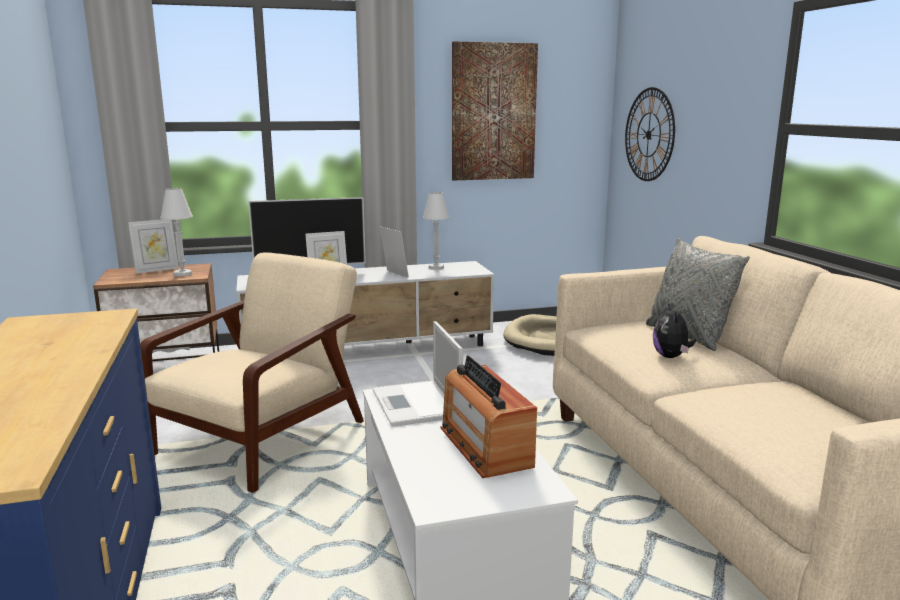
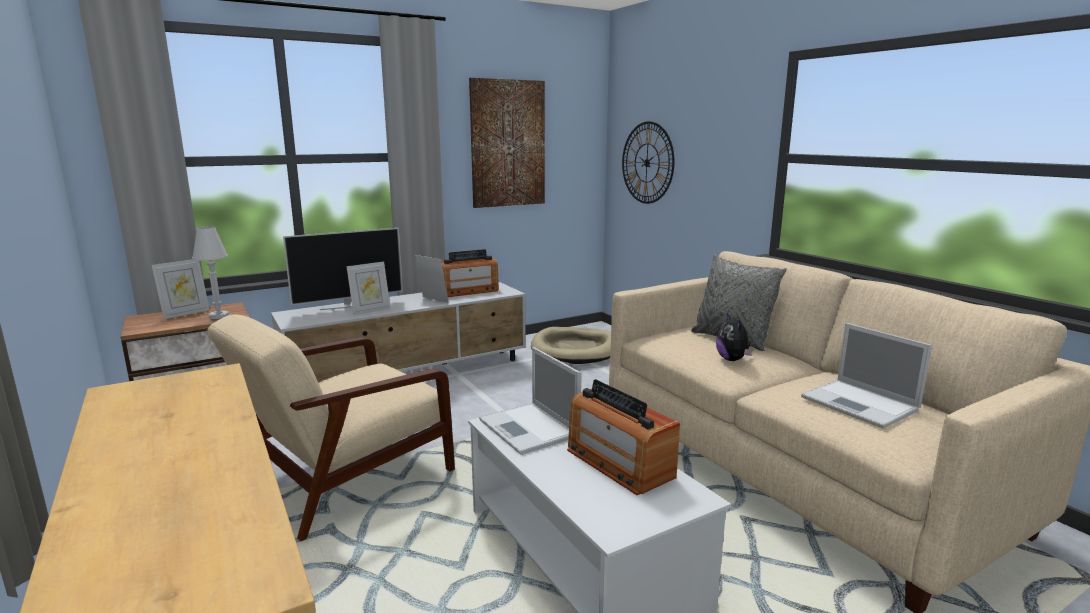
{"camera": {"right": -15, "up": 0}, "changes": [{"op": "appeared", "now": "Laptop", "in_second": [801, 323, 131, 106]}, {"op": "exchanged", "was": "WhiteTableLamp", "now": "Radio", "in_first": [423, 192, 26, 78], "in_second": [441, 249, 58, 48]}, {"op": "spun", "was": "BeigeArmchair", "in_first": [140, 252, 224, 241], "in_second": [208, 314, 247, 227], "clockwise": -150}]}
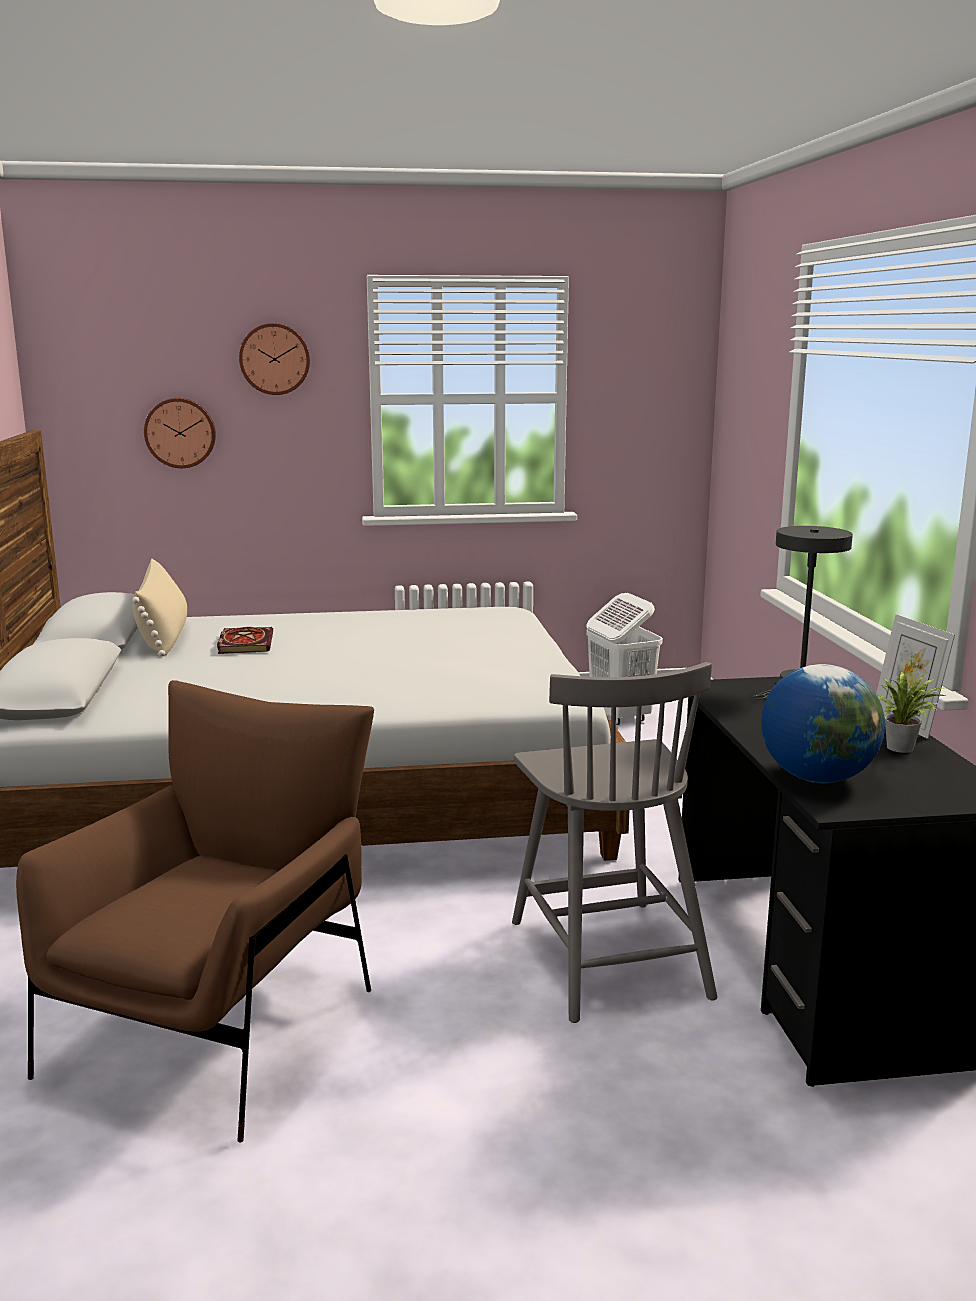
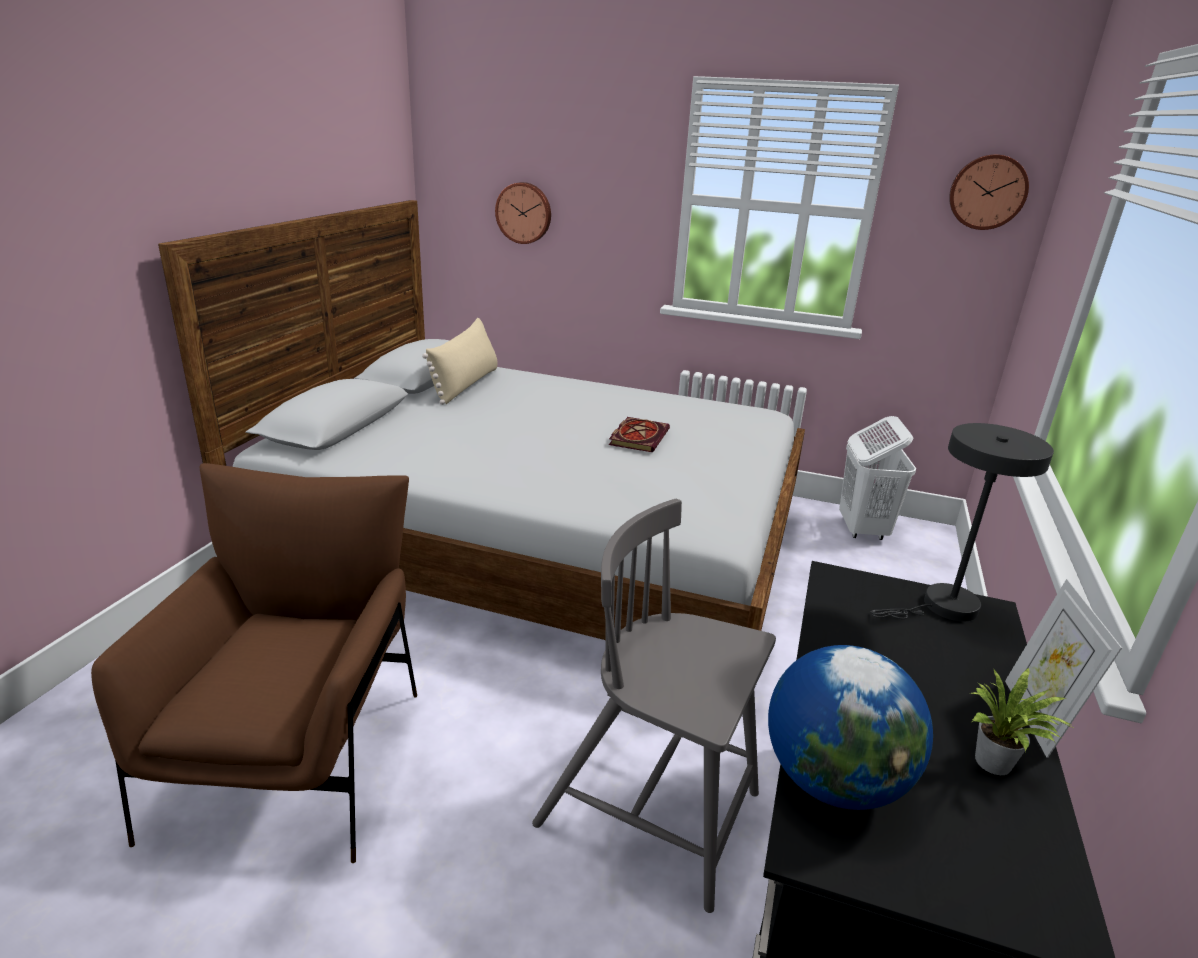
{"camera": {"right": 25, "up": 10}, "changes": [{"op": "relocated", "was": "Book", "in_first": [217, 627, 56, 27], "in_second": [609, 417, 61, 35]}, {"op": "relocated", "was": "WallClock", "in_first": [239, 323, 71, 72], "in_second": [949, 154, 80, 76]}, {"op": "spun", "was": "BrownArmchair", "in_first": [16, 680, 358, 463], "in_second": [91, 463, 326, 400], "clockwise": -45}, {"op": "spun", "was": "GreyChair", "in_first": [512, 662, 205, 361], "in_second": [532, 499, 244, 414], "clockwise": 105}]}
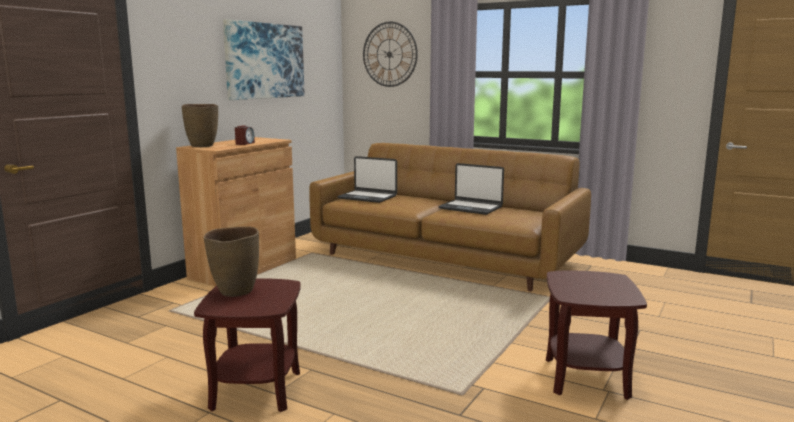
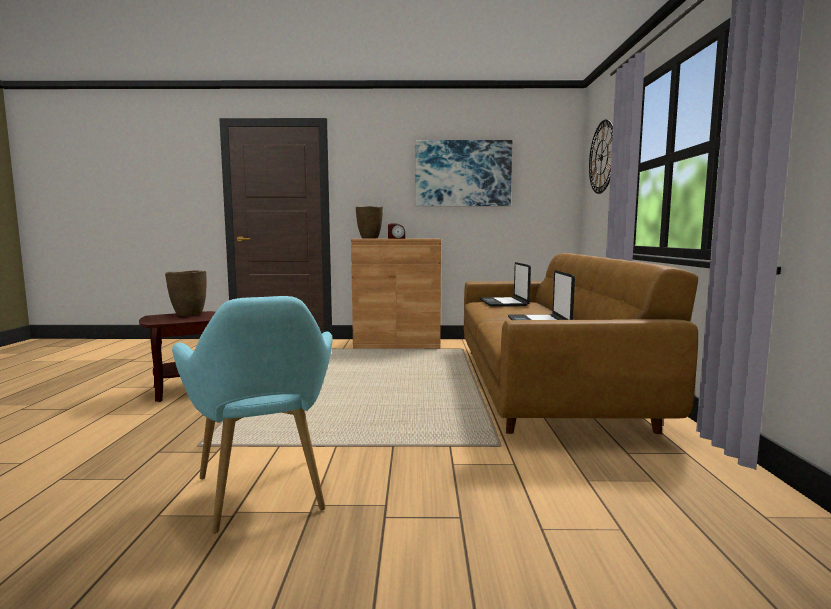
{"camera": {"right": 60, "up": -5}, "changes": [{"op": "exchanged", "was": "BrownSideTable", "now": "TurquoiseArmchair", "in_first": [546, 271, 101, 129], "in_second": [172, 296, 161, 237]}]}
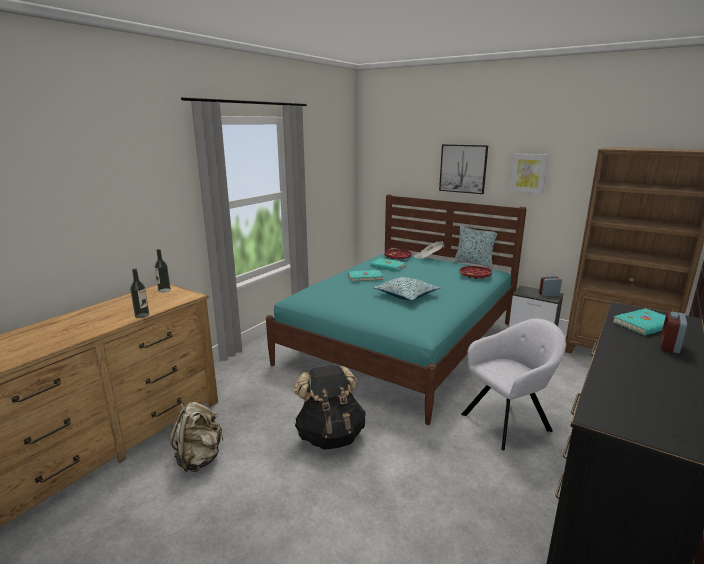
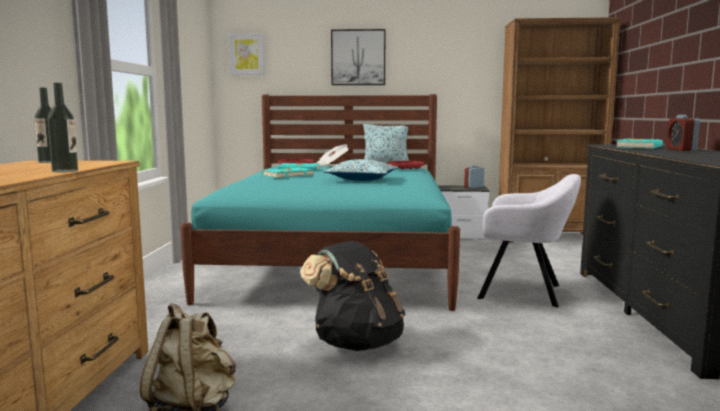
{"camera": {"right": -30, "up": -10}, "changes": [{"op": "relocated", "was": "Picture", "in_first": [509, 154, 39, 40], "in_second": [229, 34, 36, 41]}, {"op": "spun", "was": "GreyArmchair", "in_first": [461, 319, 105, 131], "in_second": [477, 174, 104, 133], "clockwise": 75}]}
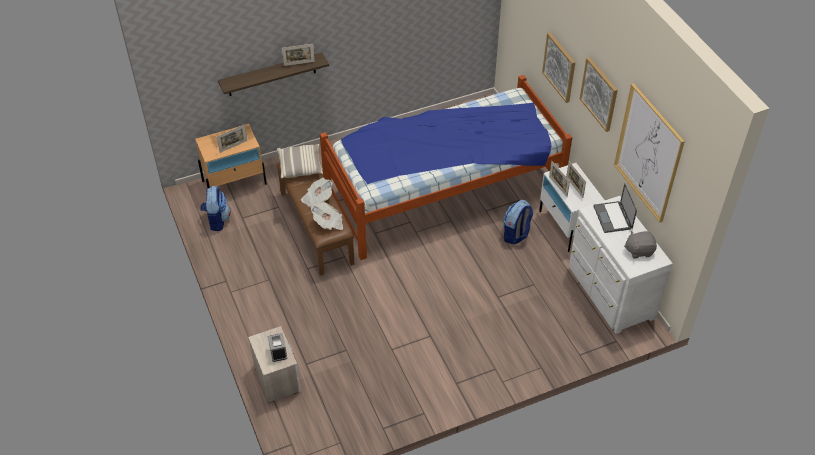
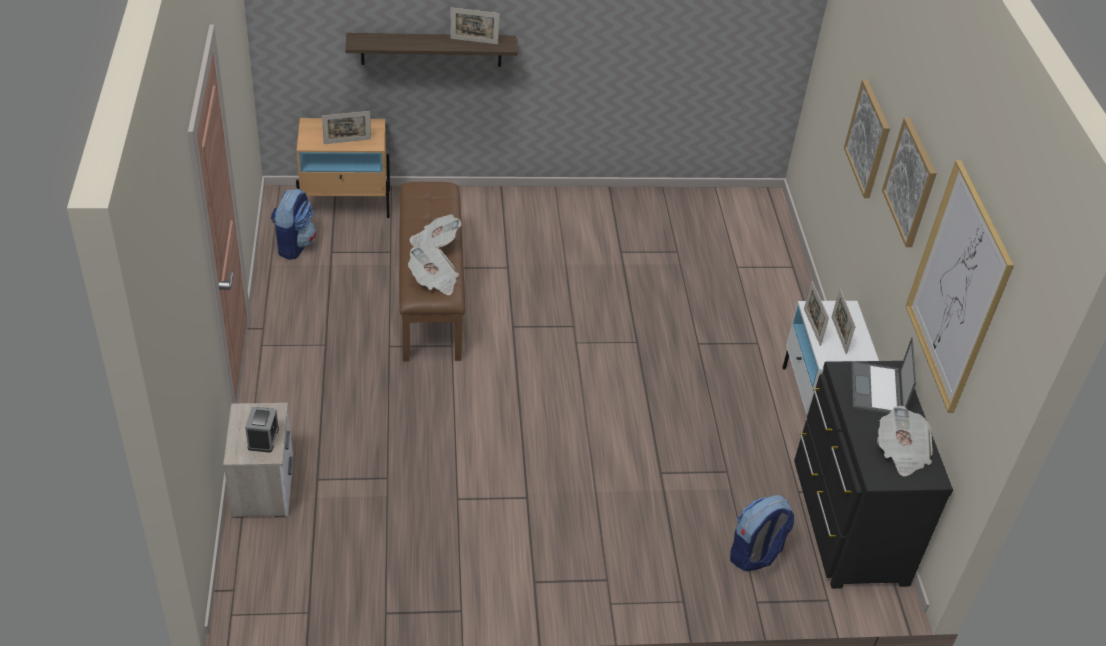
{"camera": {"right": 15, "up": -5}, "changes": [{"op": "missing", "was": "Pillow", "in_first": [277, 144, 46, 35]}, {"op": "missing", "was": "Bed", "in_first": [320, 75, 252, 185]}, {"op": "relocated", "was": "Backpack", "in_first": [503, 200, 30, 44], "in_second": [730, 495, 64, 76]}, {"op": "exchanged", "was": "GreyPlushToy", "now": "Newspaper", "in_first": [624, 231, 33, 28], "in_second": [877, 406, 56, 71]}, {"op": "colour", "was": "WhiteDresser", "now": "BlackDresser", "in_first": [569, 196, 104, 138], "in_second": [794, 361, 159, 228]}]}
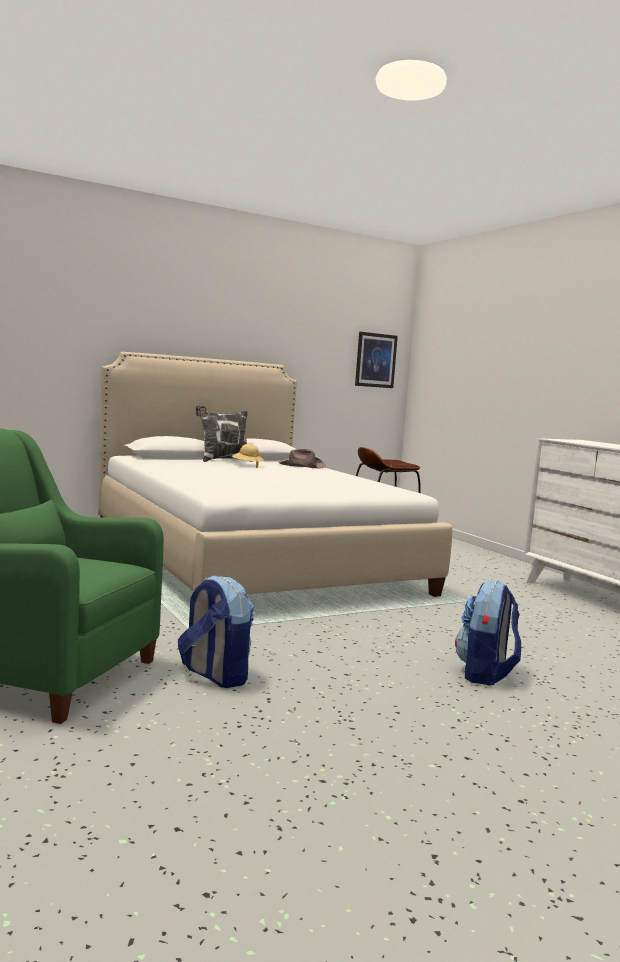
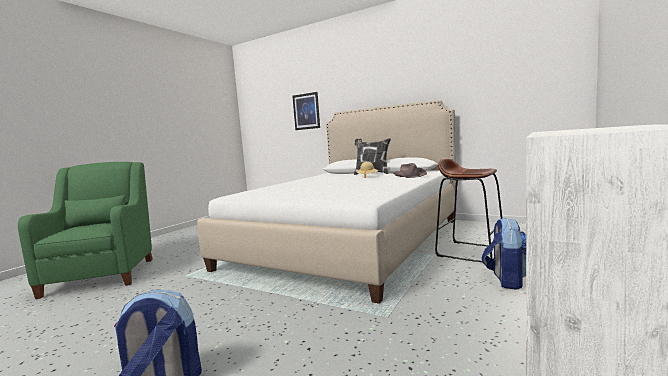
{"camera": {"right": 60, "up": 0}, "changes": [{"op": "relocated", "was": "Backpack", "in_first": [178, 575, 76, 113], "in_second": [481, 217, 45, 73]}, {"op": "relocated", "was": "Picture", "in_first": [355, 332, 43, 56], "in_second": [293, 92, 27, 38]}]}
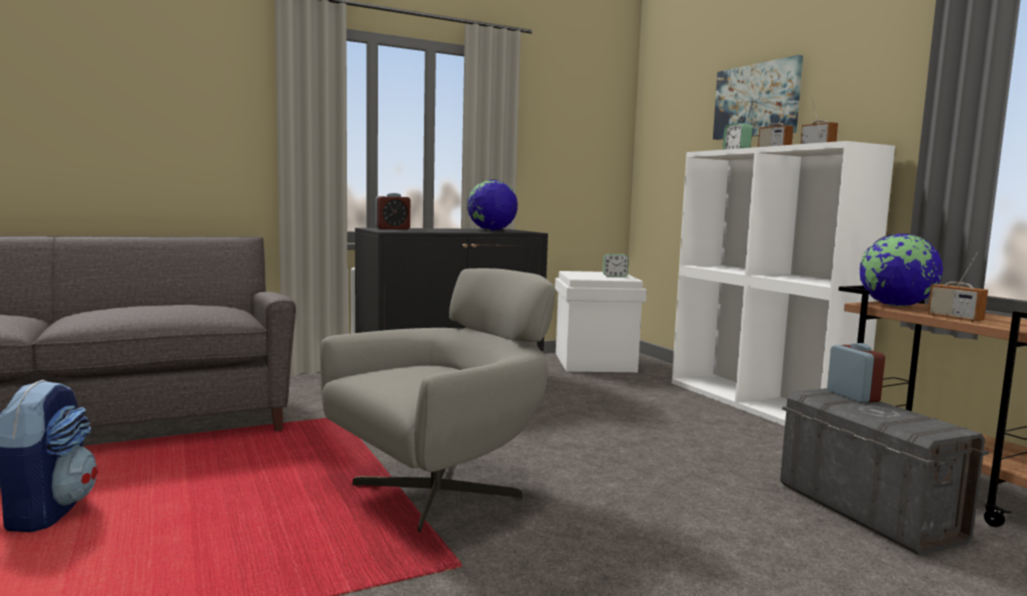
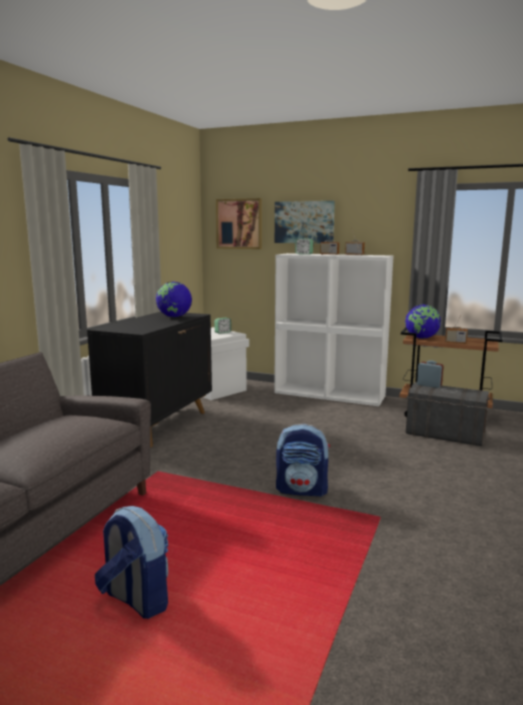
{"camera": {"right": -40, "up": 5}, "changes": [{"op": "missing", "was": "AlarmClock", "in_first": [375, 193, 35, 36]}, {"op": "appeared", "now": "Picture", "in_second": [216, 198, 46, 51]}, {"op": "exchanged", "was": "GreyArmchair", "now": "Backpack", "in_first": [320, 268, 236, 264], "in_second": [276, 424, 54, 73]}]}
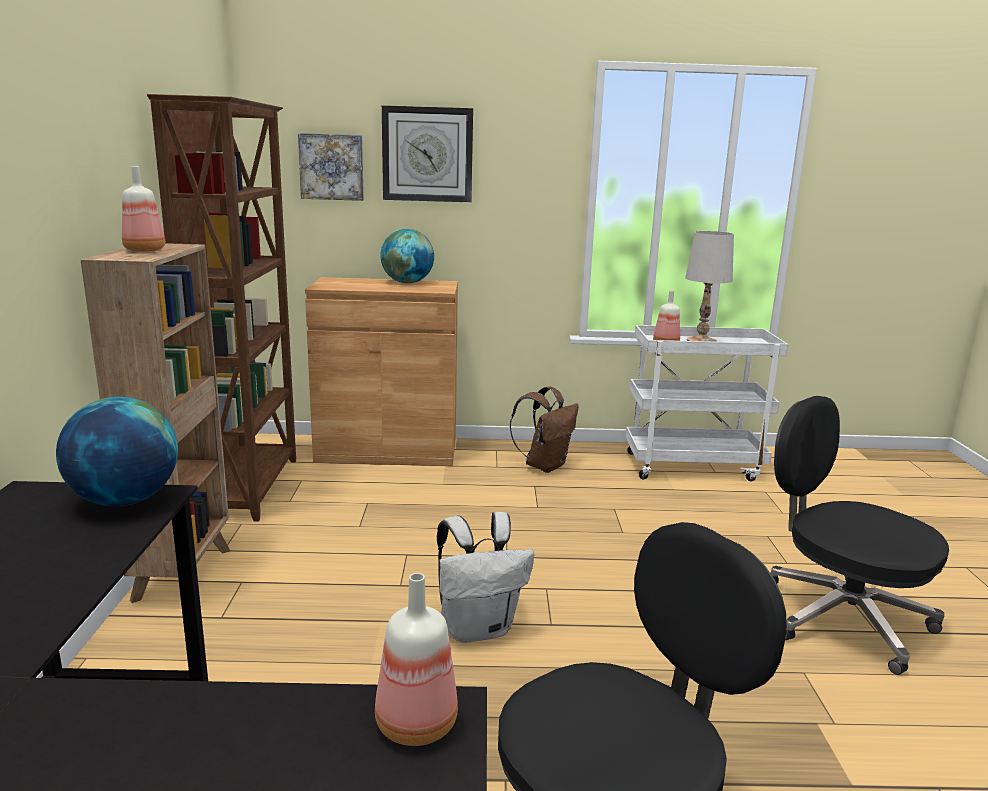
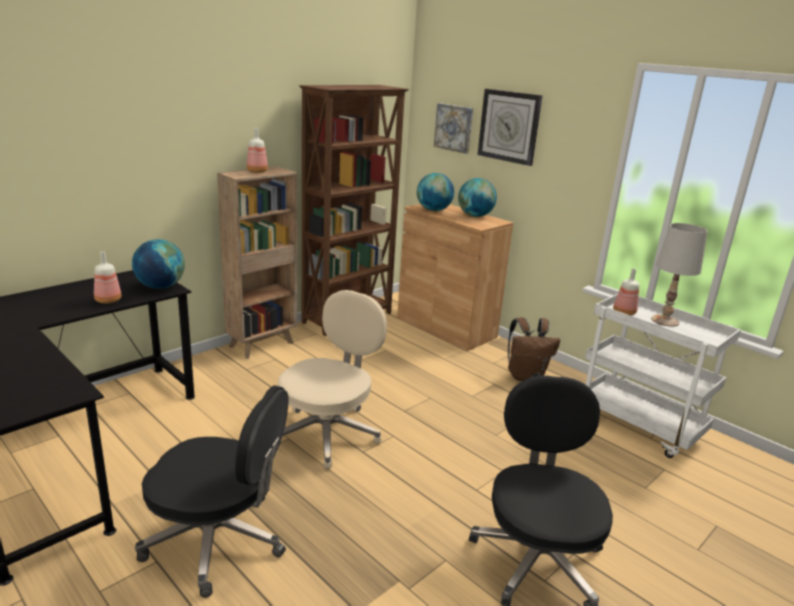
{"camera": {"right": 45, "up": 5}, "changes": [{"op": "appeared", "now": "Globe", "in_second": [417, 173, 37, 38]}, {"op": "relocated", "was": "Bottle", "in_first": [375, 573, 83, 173], "in_second": [94, 251, 28, 53]}, {"op": "exchanged", "was": "WhiteBackpack", "now": "BeigeOfficeChair", "in_first": [437, 512, 97, 131], "in_second": [278, 290, 109, 178]}]}
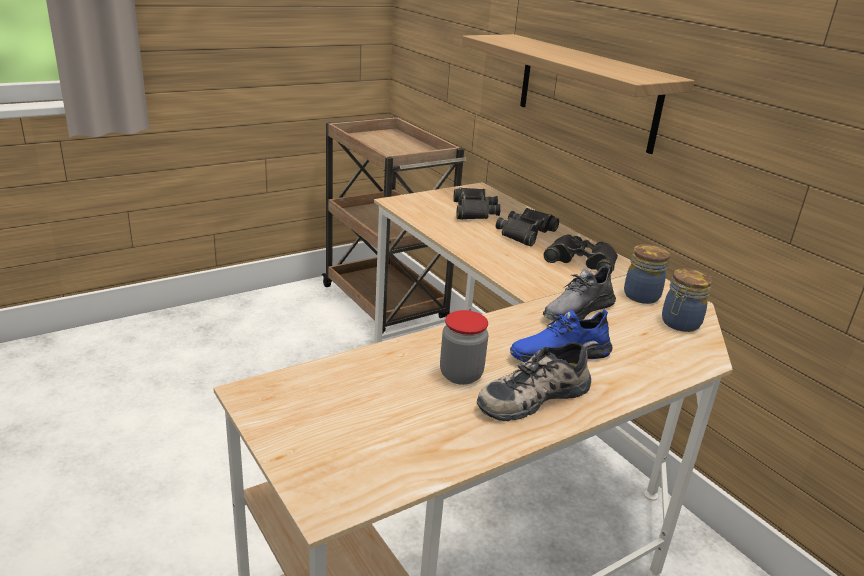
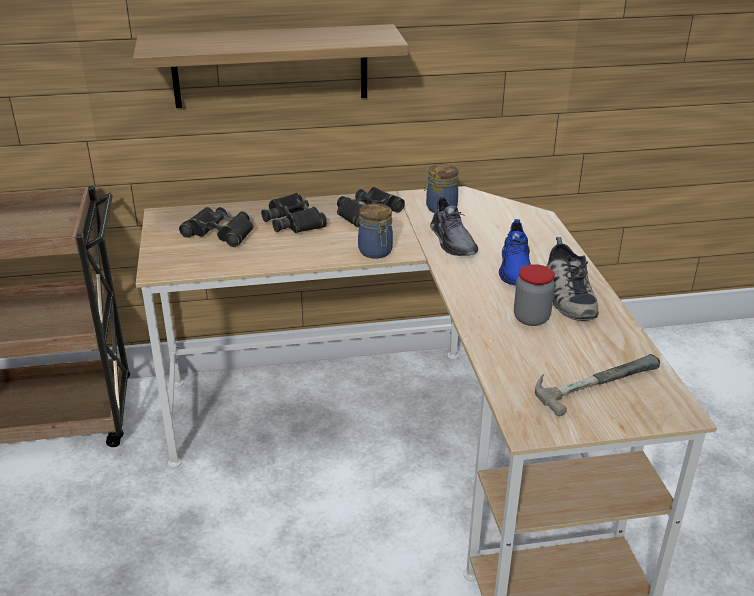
{"camera": {"right": -65, "up": 5}, "changes": [{"op": "appeared", "now": "Hammer", "in_second": [535, 354, 125, 62]}, {"op": "relocated", "was": "Jar", "in_first": [662, 268, 51, 64], "in_second": [358, 203, 35, 56]}]}
